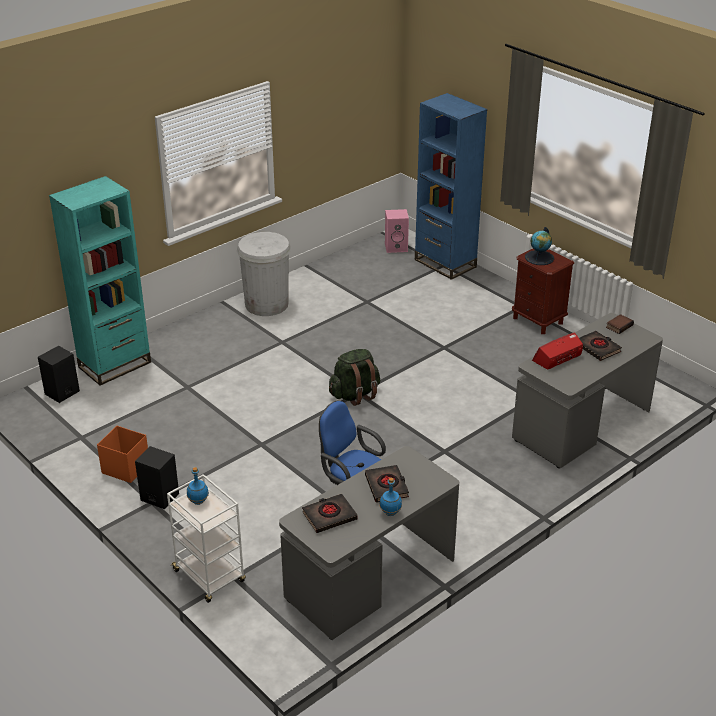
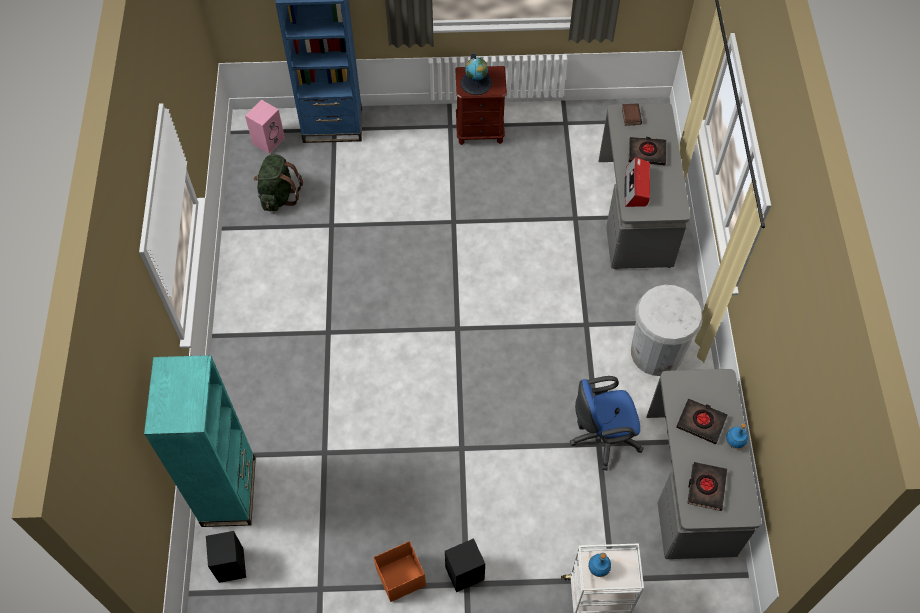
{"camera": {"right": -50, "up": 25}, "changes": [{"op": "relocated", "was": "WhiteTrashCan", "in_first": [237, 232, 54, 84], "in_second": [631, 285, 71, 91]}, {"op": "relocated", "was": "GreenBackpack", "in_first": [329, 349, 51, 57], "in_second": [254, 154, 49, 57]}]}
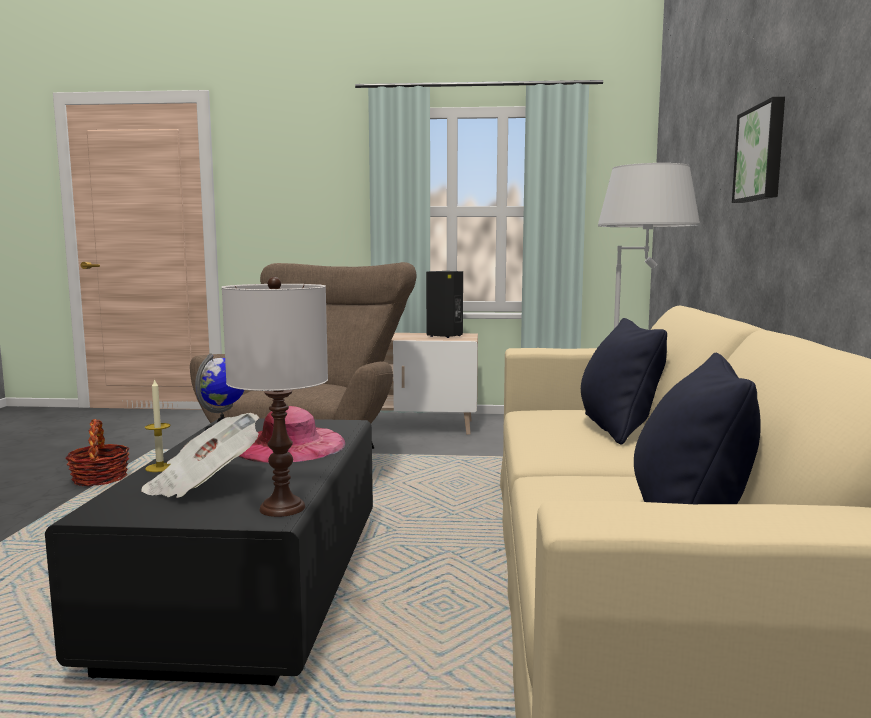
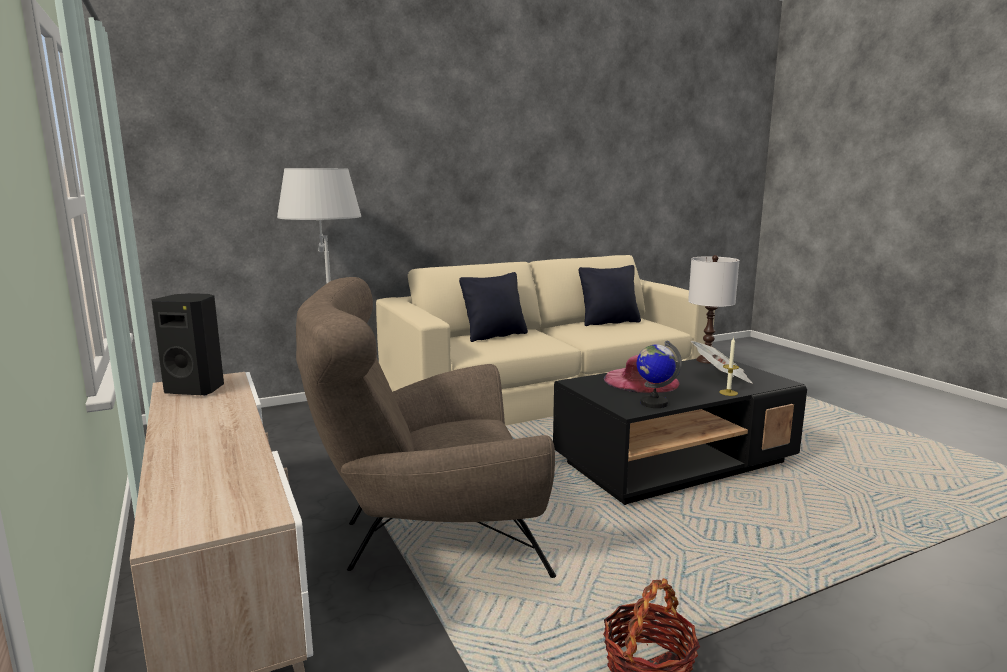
{"camera": {"right": -120, "up": 5}, "changes": [{"op": "missing", "was": "Picture", "in_first": [732, 97, 53, 106]}]}
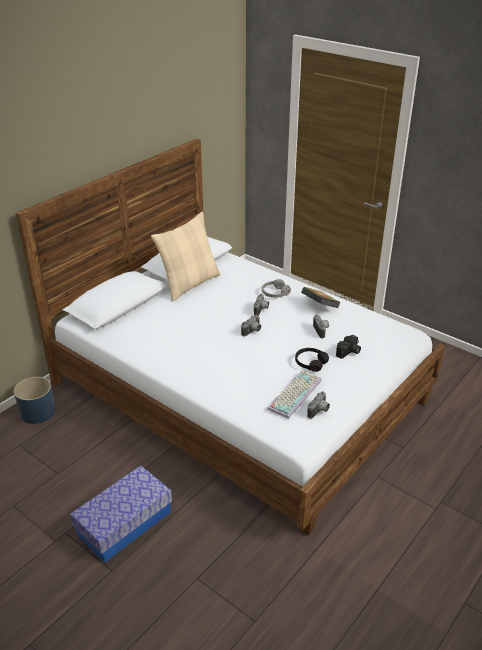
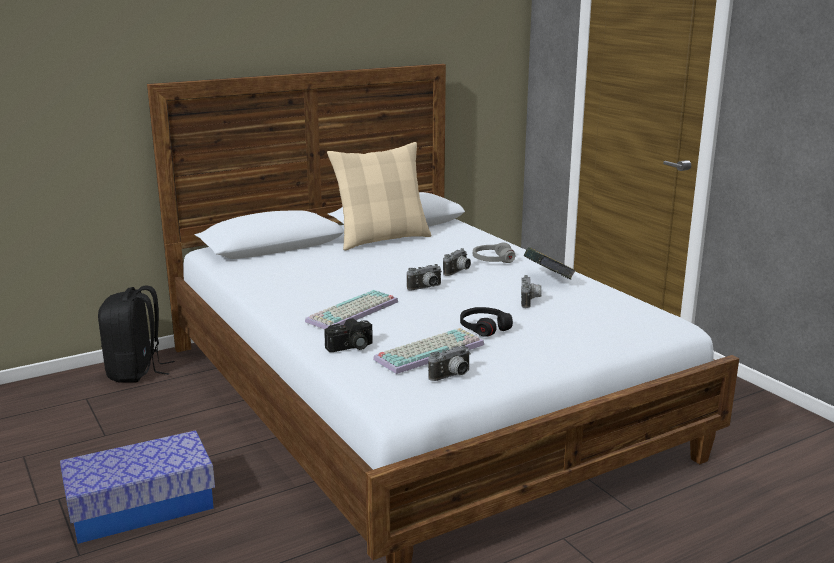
{"camera": {"right": 20, "up": -15}, "changes": [{"op": "appeared", "now": "Keyboard", "in_second": [305, 290, 93, 39]}, {"op": "relocated", "was": "PhotoCamera", "in_first": [336, 335, 25, 24], "in_second": [324, 318, 49, 34]}, {"op": "exchanged", "was": "BluePlanter", "now": "BlackBackpack", "in_first": [14, 377, 41, 47], "in_second": [98, 285, 77, 98]}]}
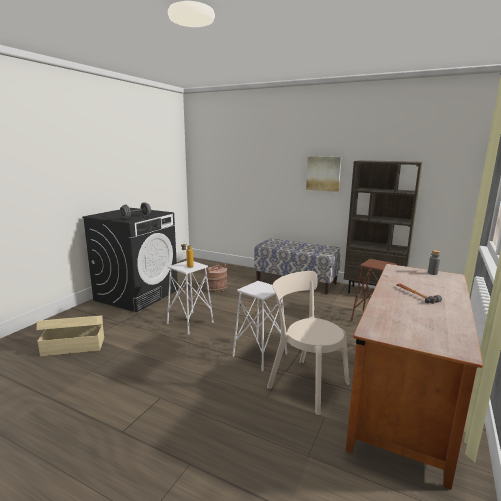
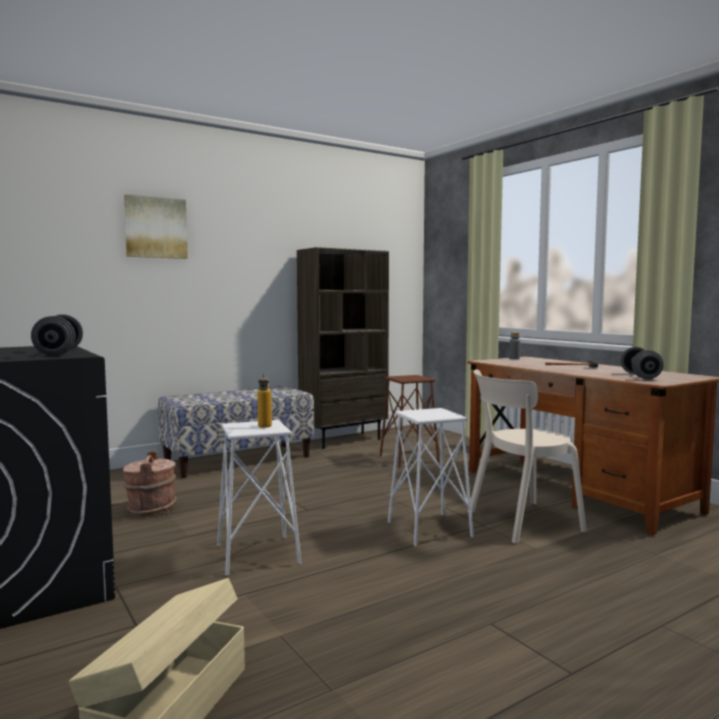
{"camera": {"right": -60, "up": -10}, "changes": [{"op": "appeared", "now": "GreyDumbbell", "in_second": [620, 347, 44, 32]}, {"op": "relocated", "was": "Picture", "in_first": [306, 156, 35, 36], "in_second": [124, 194, 64, 65]}]}
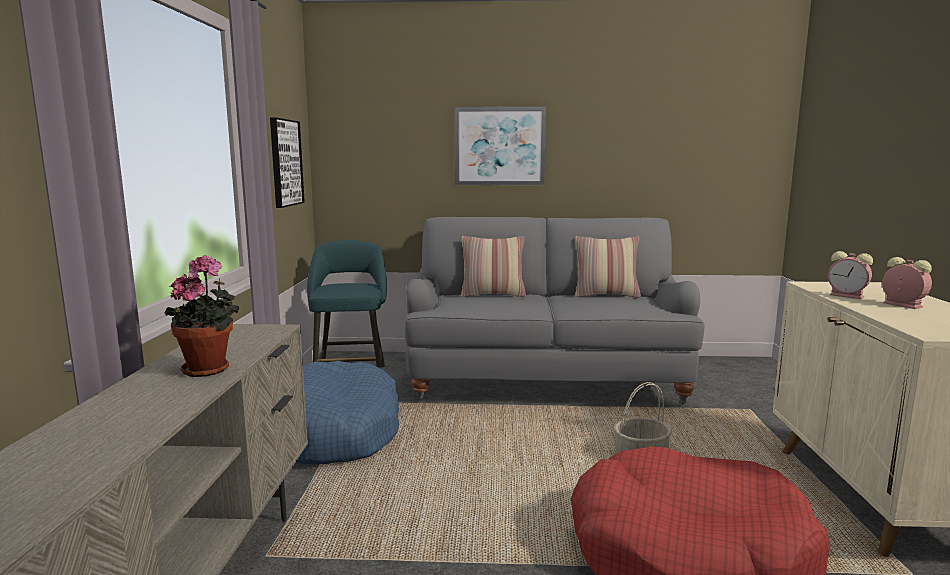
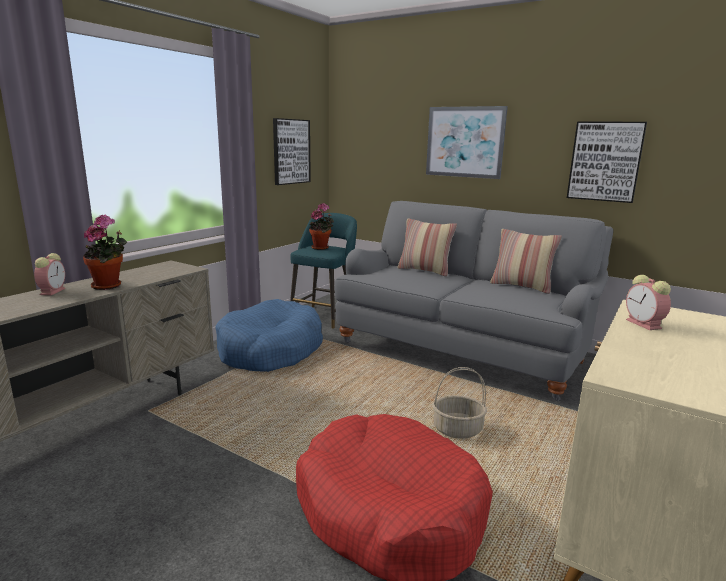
{"camera": {"right": 30, "up": 5}, "changes": [{"op": "appeared", "now": "PottedPlant", "in_second": [309, 203, 25, 47]}, {"op": "appeared", "now": "Picture", "in_second": [567, 122, 80, 81]}, {"op": "relocated", "was": "AlarmClock", "in_first": [882, 257, 50, 52], "in_second": [34, 253, 31, 42]}]}
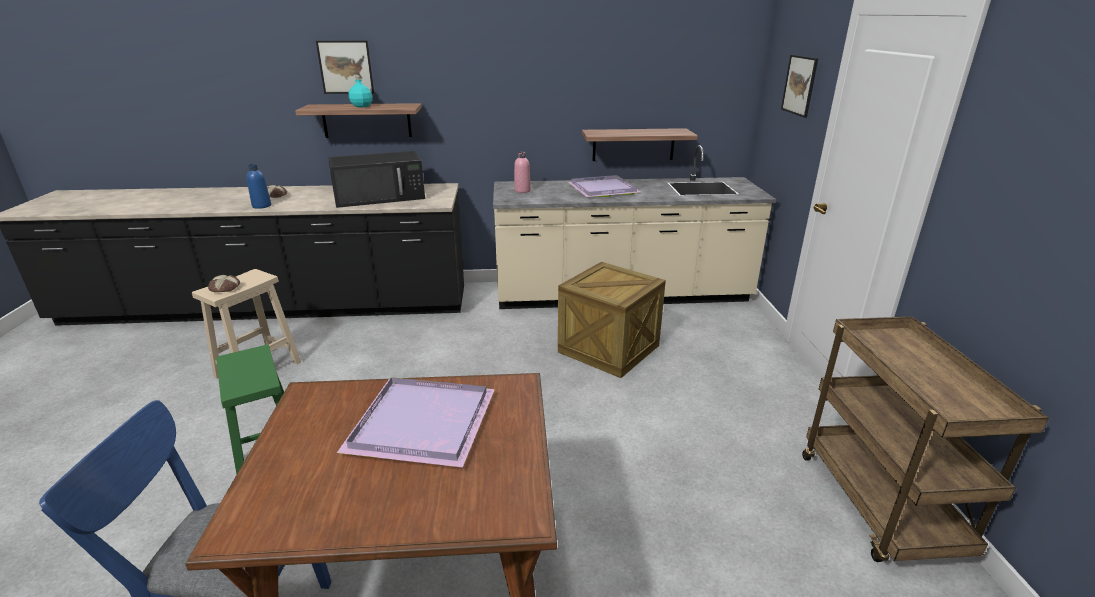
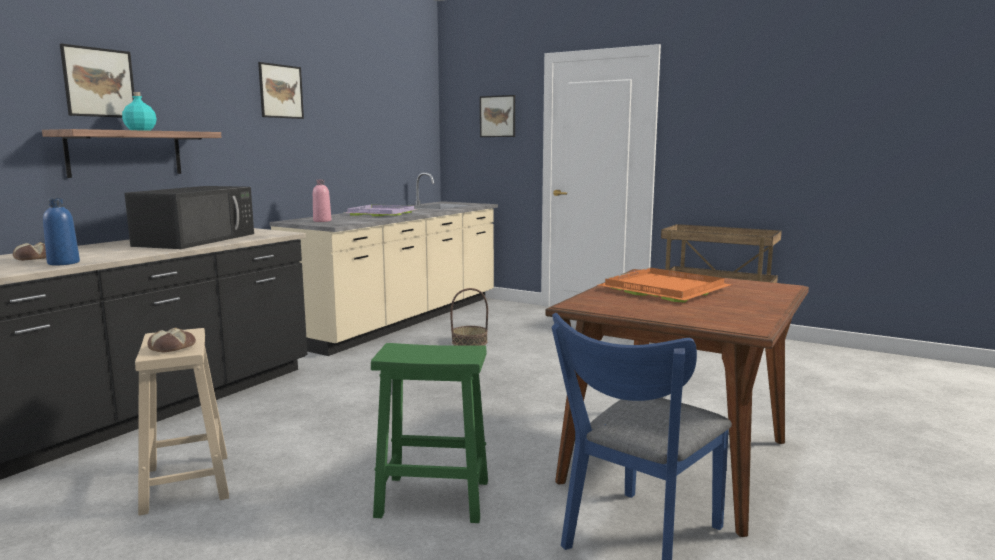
{"camera": {"right": -55, "up": -15}, "changes": [{"op": "missing", "was": "Shelf", "in_first": [582, 128, 116, 33]}, {"op": "appeared", "now": "Picture", "in_second": [258, 62, 46, 57]}, {"op": "exchanged", "was": "Crate", "now": "Basket", "in_first": [558, 262, 108, 116], "in_second": [450, 288, 38, 58]}, {"op": "colour", "was": "PurpleTray", "now": "OrangeTray", "in_first": [337, 377, 158, 91], "in_second": [599, 268, 133, 34]}]}
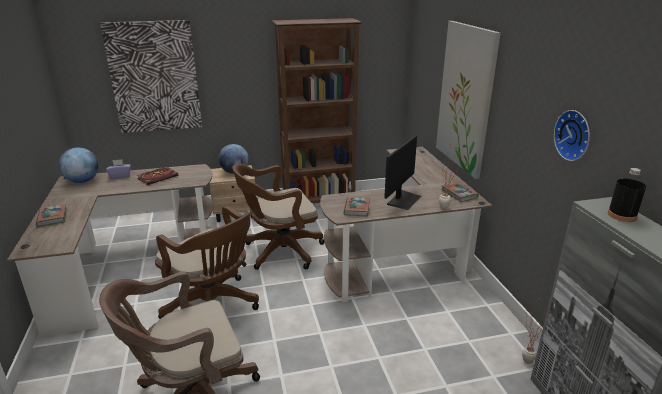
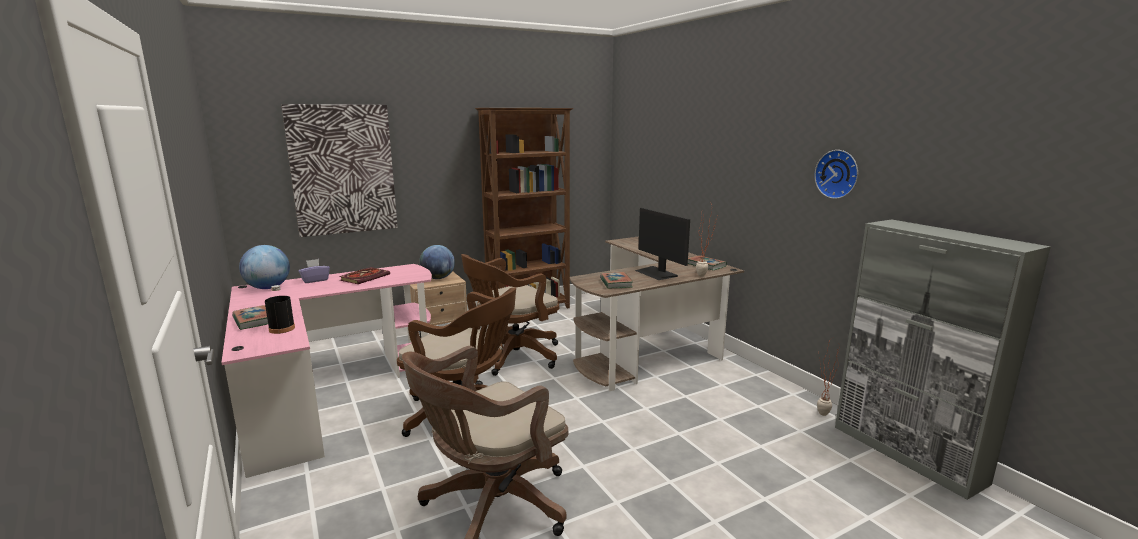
{"camera": {"right": -15, "up": -10}, "changes": [{"op": "missing", "was": "Picture", "in_first": [436, 21, 65, 158]}, {"op": "relocated", "was": "BlackBottle", "in_first": [608, 168, 38, 54], "in_second": [265, 285, 30, 49]}, {"op": "colour", "was": "BrownDesk", "now": "PinkDesk", "in_first": [7, 164, 206, 172], "in_second": [221, 264, 211, 214]}, {"op": "spun", "was": "Monitor", "in_first": [384, 135, 37, 75], "in_second": [635, 208, 55, 72], "clockwise": 135}]}
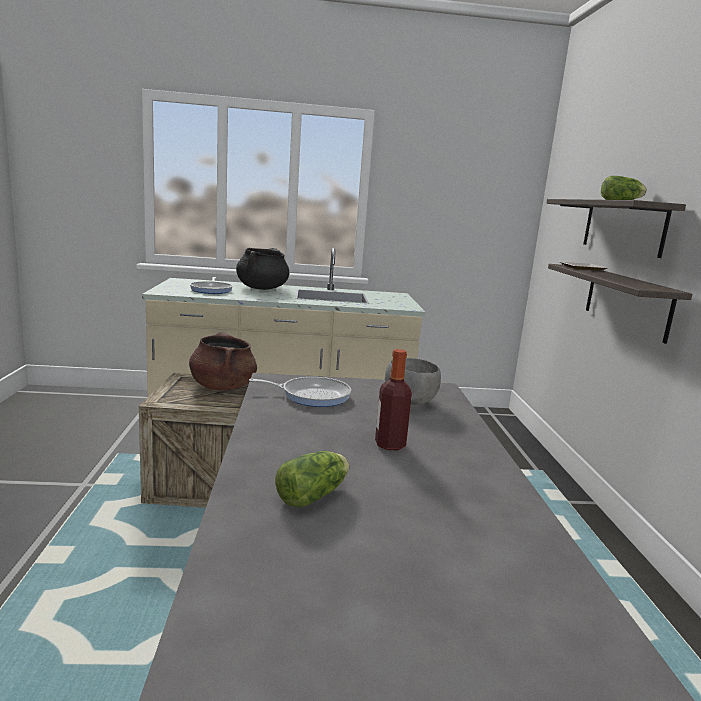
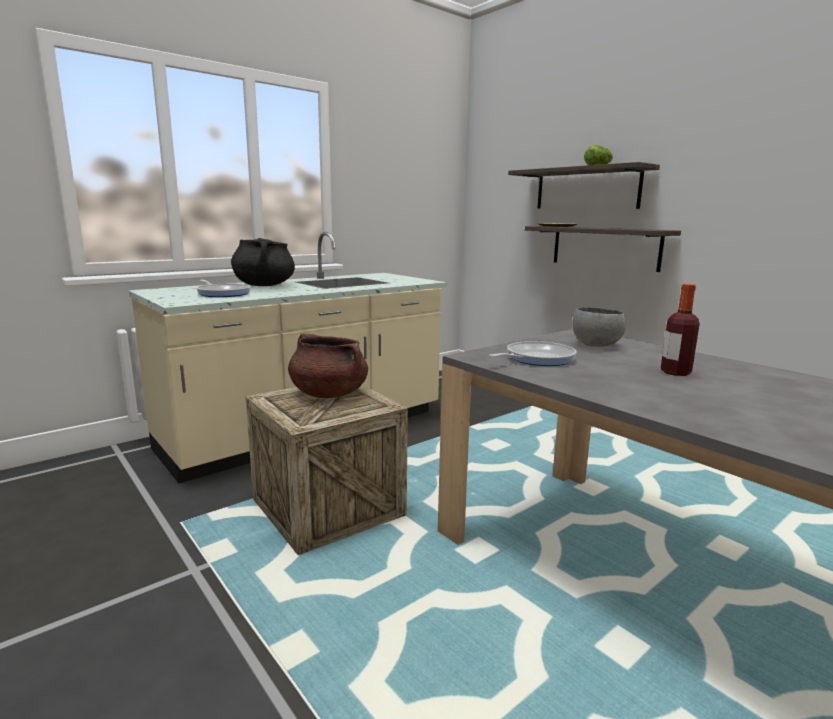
{"camera": {"right": -35, "up": 0}, "changes": [{"op": "missing", "was": "Lettuce", "in_first": [275, 451, 74, 56]}]}
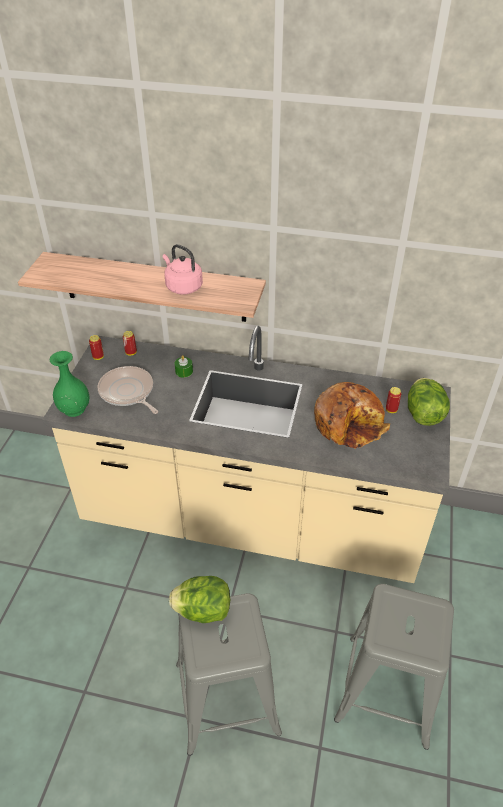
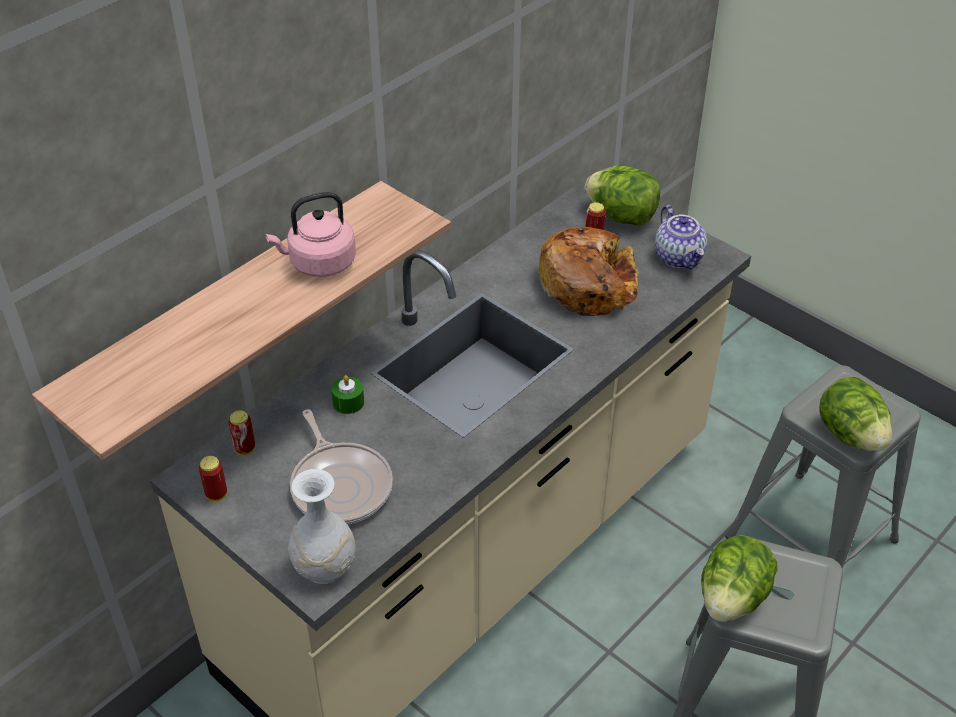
{"camera": {"right": -60, "up": 0}, "changes": [{"op": "appeared", "now": "Teapot", "in_second": [655, 205, 52, 64]}, {"op": "appeared", "now": "Lettuce", "in_second": [819, 377, 73, 75]}, {"op": "colour", "was": "GreenVase", "now": "WhiteVase", "in_first": [50, 351, 40, 66], "in_second": [288, 469, 68, 115]}, {"op": "spun", "was": "FryingPan", "in_first": [97, 366, 61, 48], "in_second": [290, 409, 103, 115], "clockwise": -105}]}
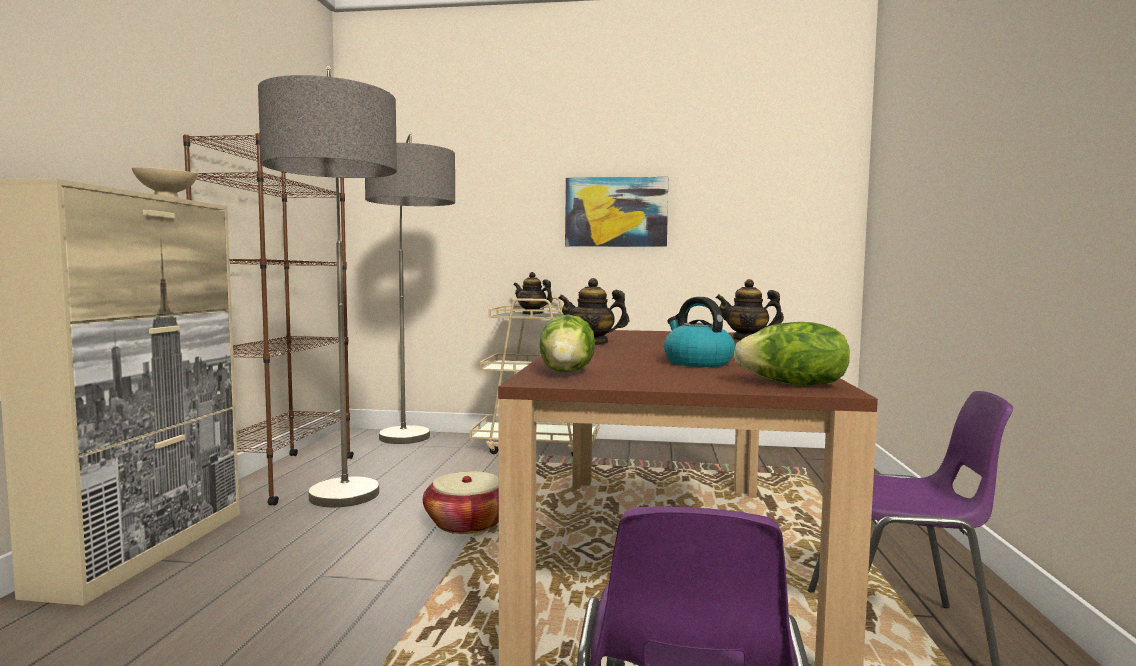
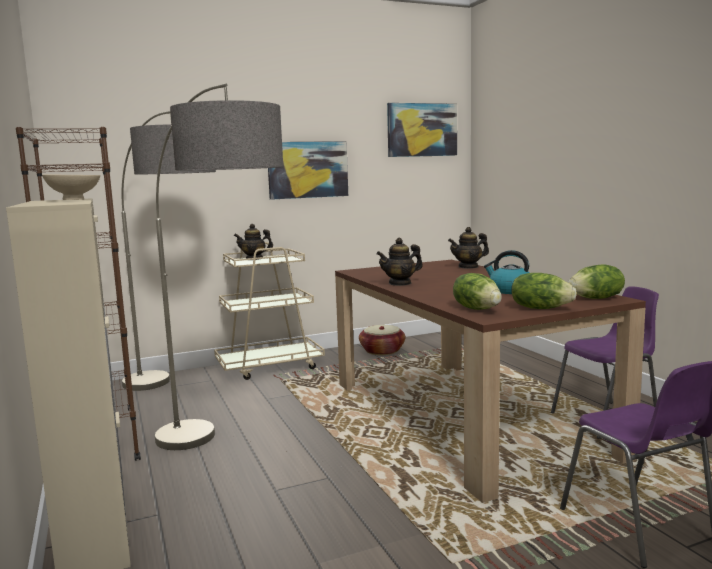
{"camera": {"right": -30, "up": 5}, "changes": [{"op": "appeared", "now": "Picture", "in_second": [387, 103, 70, 54]}, {"op": "appeared", "now": "Lettuce", "in_second": [511, 273, 66, 36]}, {"op": "relocated", "was": "Basket", "in_first": [423, 471, 76, 63], "in_second": [359, 325, 46, 30]}]}
